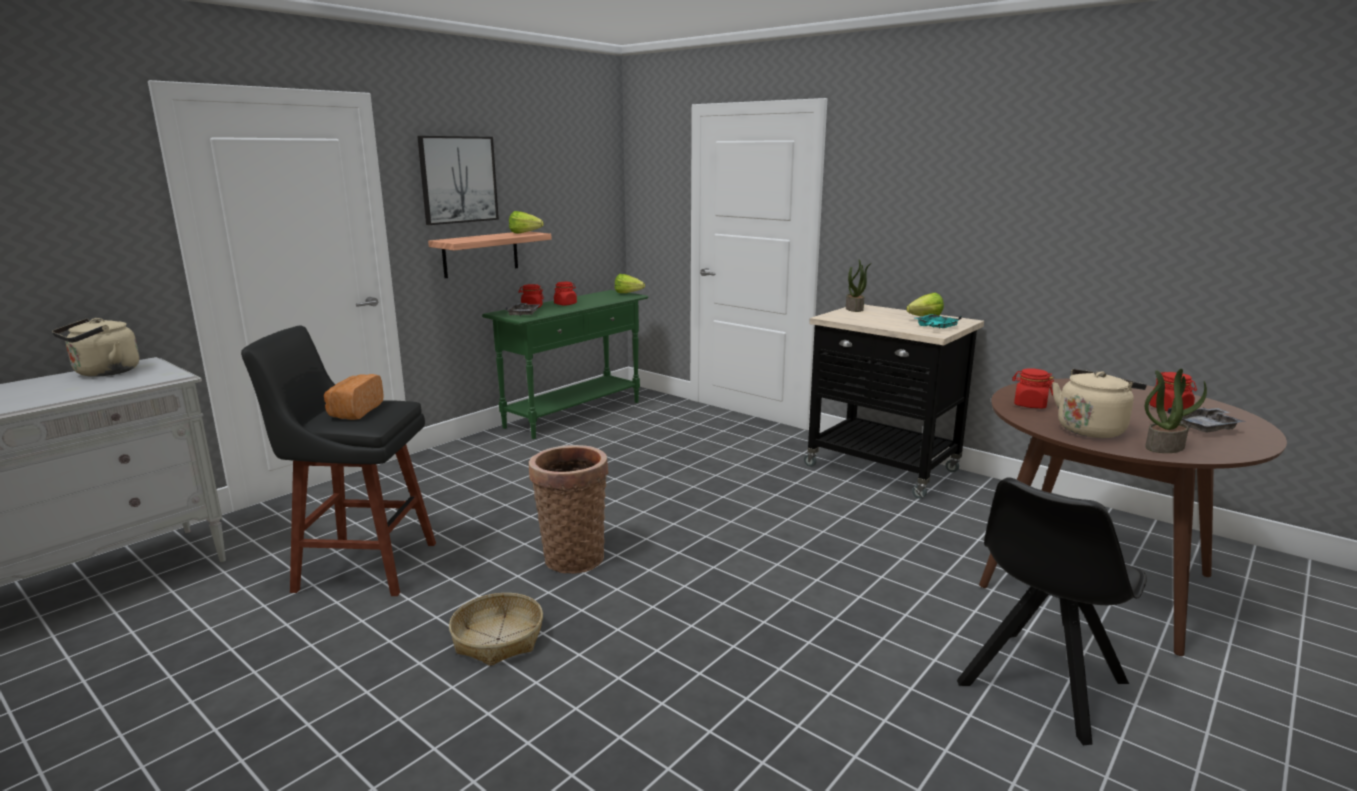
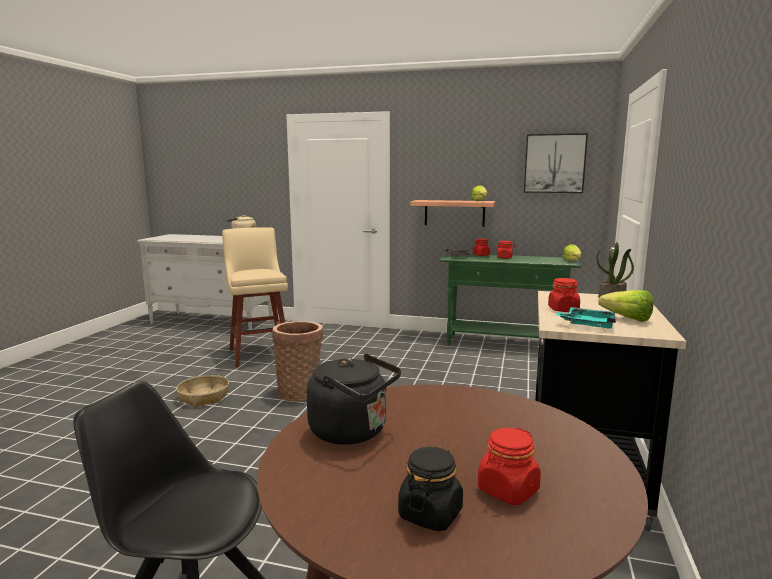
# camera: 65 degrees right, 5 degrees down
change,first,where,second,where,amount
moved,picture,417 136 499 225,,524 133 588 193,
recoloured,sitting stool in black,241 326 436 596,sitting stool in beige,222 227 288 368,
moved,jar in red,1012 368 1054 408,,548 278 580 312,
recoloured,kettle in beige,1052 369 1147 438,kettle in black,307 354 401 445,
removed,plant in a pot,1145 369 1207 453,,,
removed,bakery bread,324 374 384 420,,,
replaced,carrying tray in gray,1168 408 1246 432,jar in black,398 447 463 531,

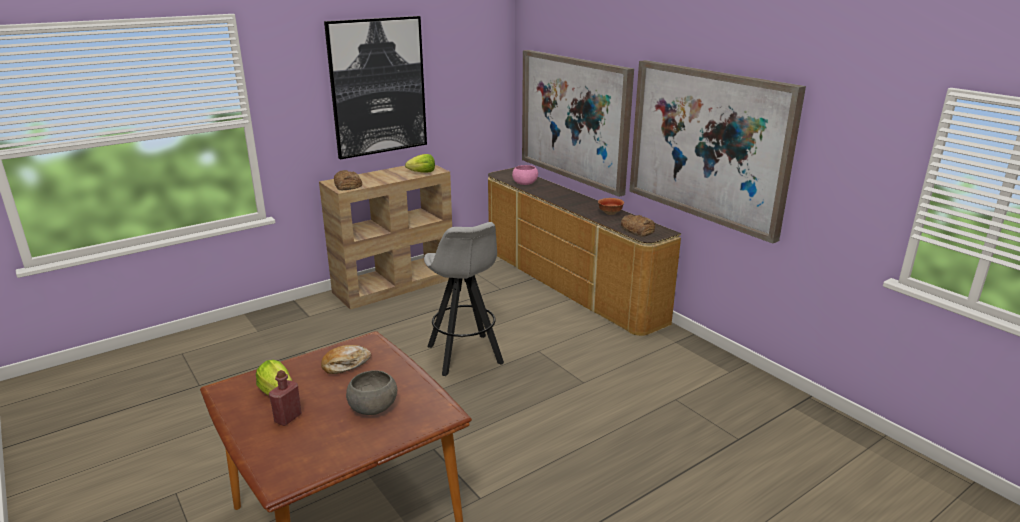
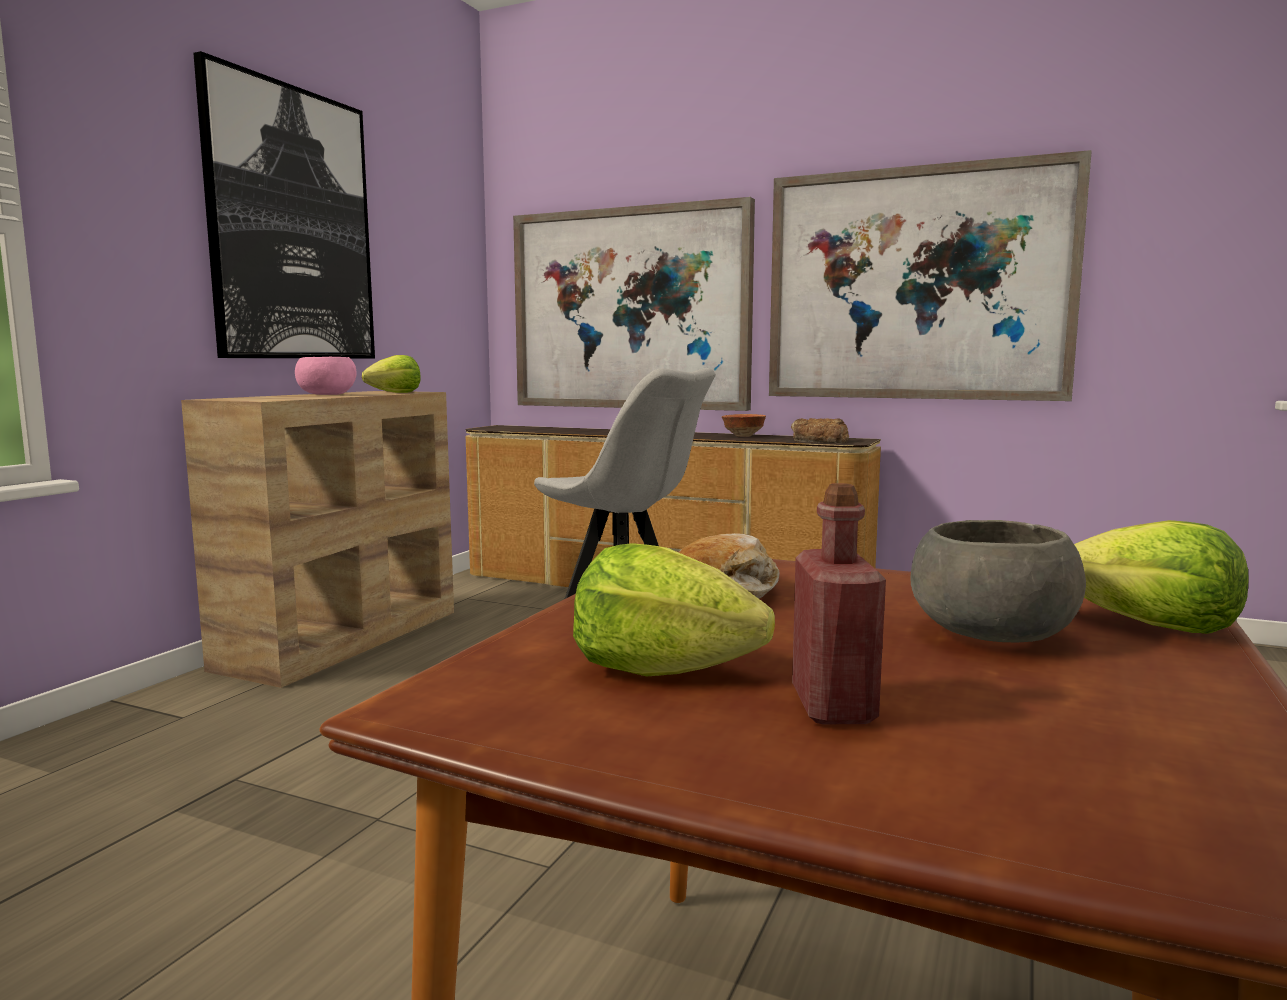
# camera: 30 degrees left, 15 degrees down
change,first,where,second,where,amount
moved,serving bowl in pink,512 165 538 185,,295 357 357 395,
removed,bakery bread,334 170 362 190,,,
added,,,lettuce head,1074 520 1249 634,

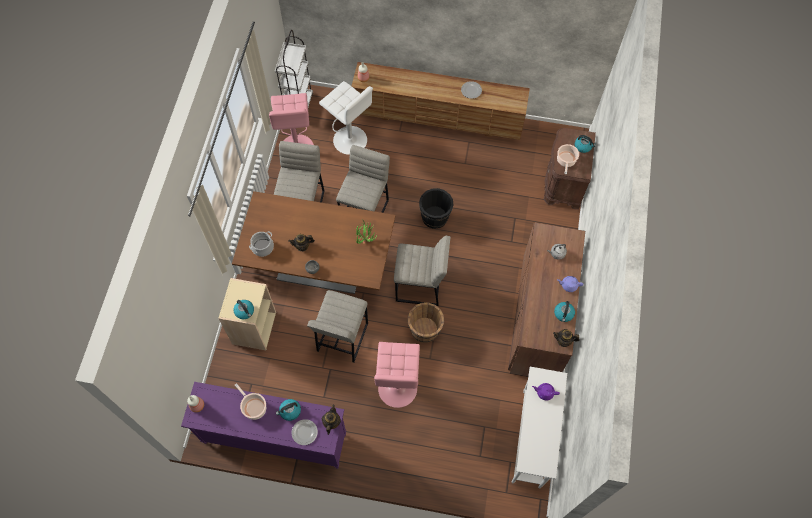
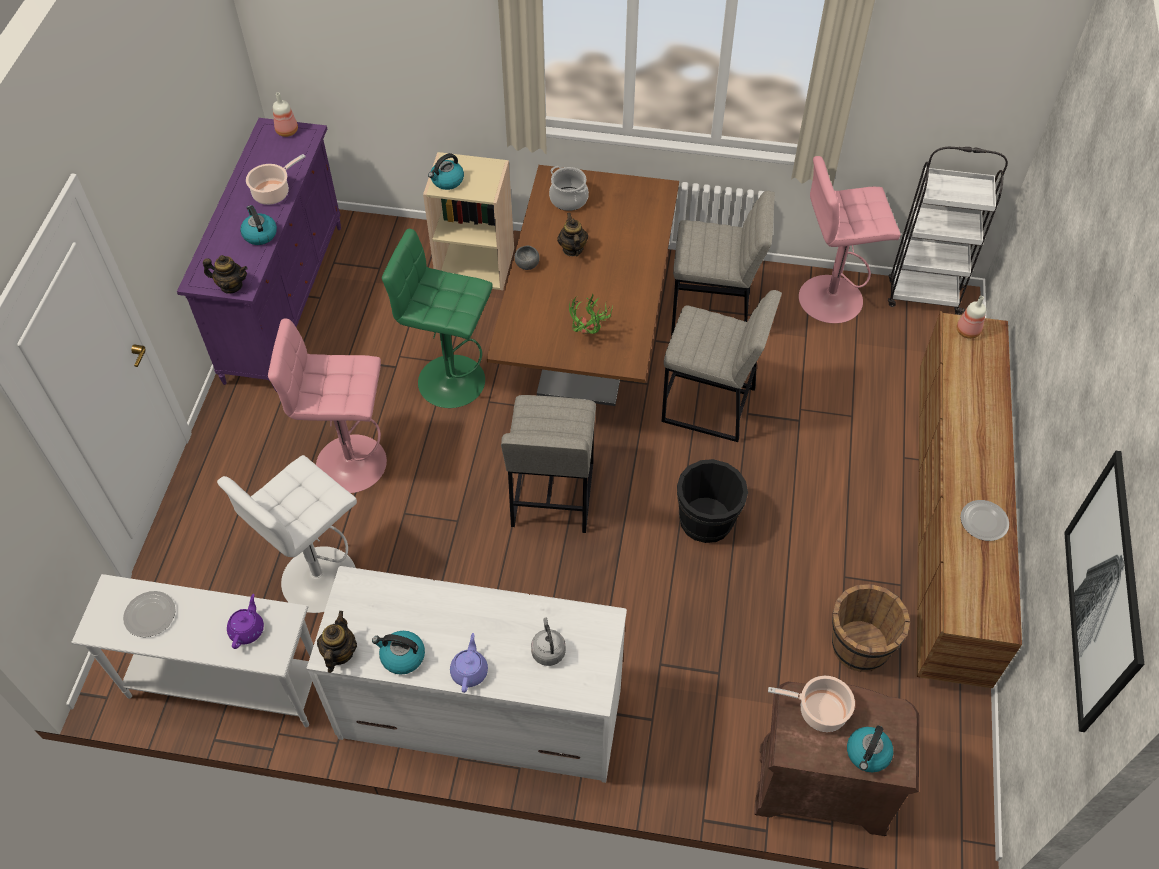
# camera: 90 degrees right, 10 degrees down
change,first,where,second,where,amount
moved,sitting stool in white,319 81 373 155,,217 455 357 613,
recoloured,dresser in brownish,508 223 585 376,dresser in white,306 566 627 783,
replaced,plain chair in gray,307 290 368 363,sitting stool in green,382 229 493 408,
moved,pail in brownish,408 302 444 343,,832 584 910 672,
moved,plate,292 419 318 445,,123 591 176 637,
added,,,picture,1064 451 1144 732,

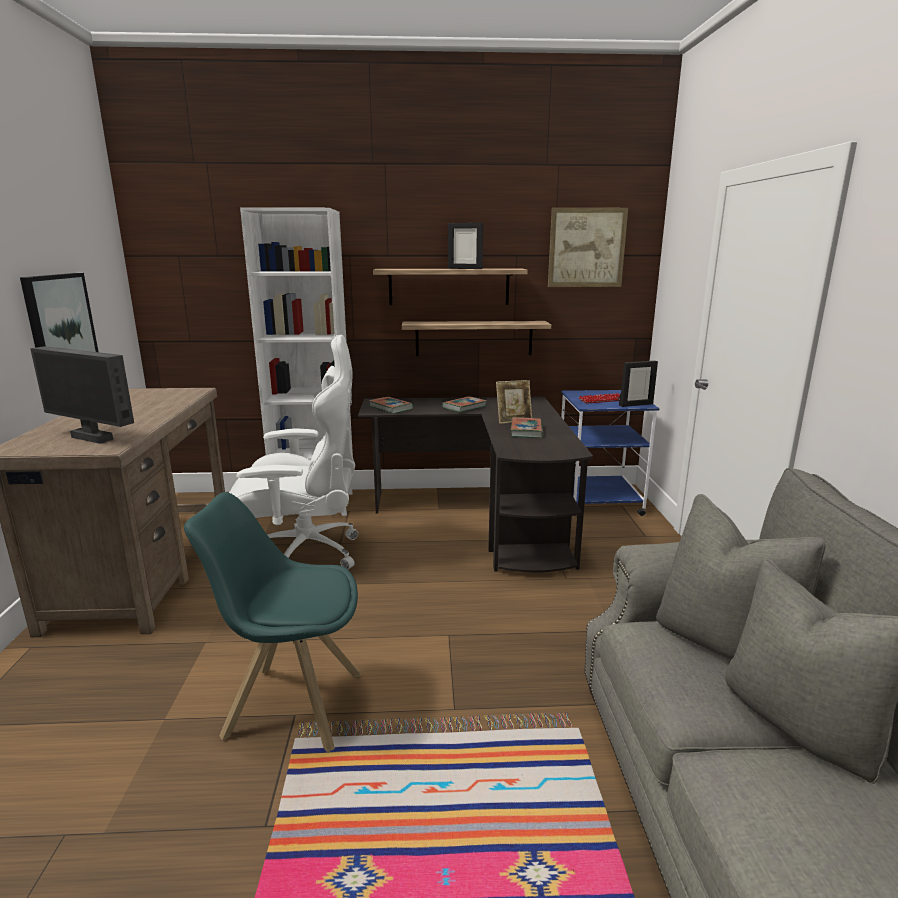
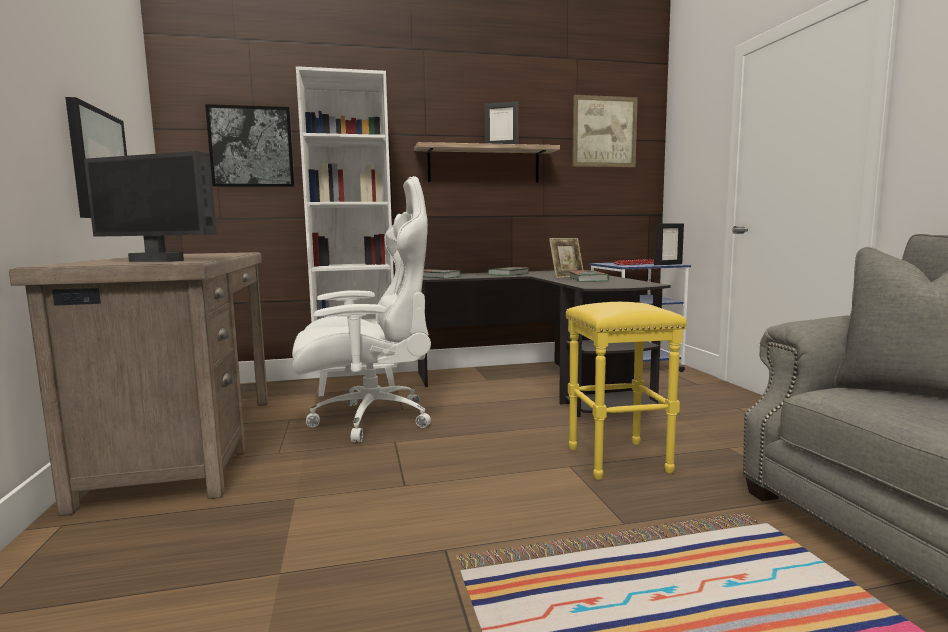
# camera: 10 degrees left, 10 degrees down
change,first,where,second,where,amount
removed,bracket shelf,402 321 551 356,,,
removed,plain chair in turquoise-coloured,184 492 362 753,,,
added,,,picture,205 104 295 187,
added,,,sitting stool in yellow,566 302 687 480,

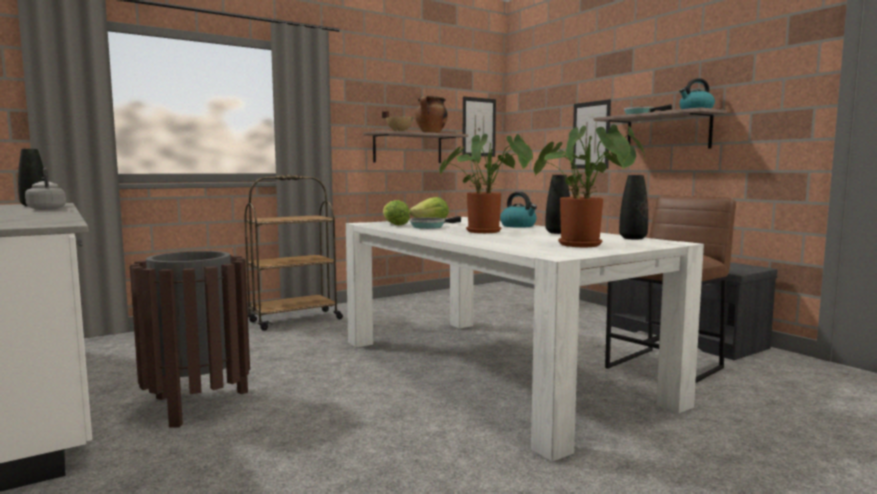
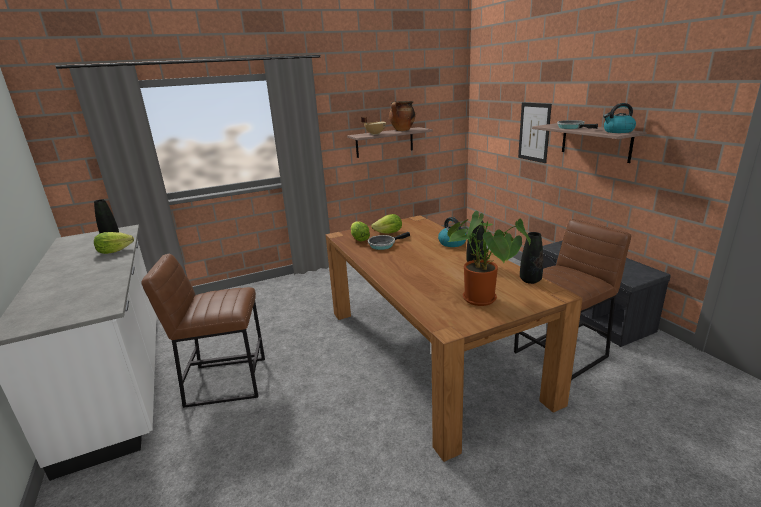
# camera: 10 degrees right, 15 degrees up
change,first,where,second,where,amount
removed,picture,462 96 496 157,,,
removed,plant in a pot,439 134 533 233,,,
replaced,kettle in gray,25 168 66 210,lettuce head,94 232 134 254,
removed,cart in brownish,245 175 343 331,,,
recoloured,kitchen table in white,346 217 704 462,kitchen table in brownish,325 215 583 462,
replaced,rubbish bin in brownish,130 251 250 427,plain chair in brownish,141 254 265 408,

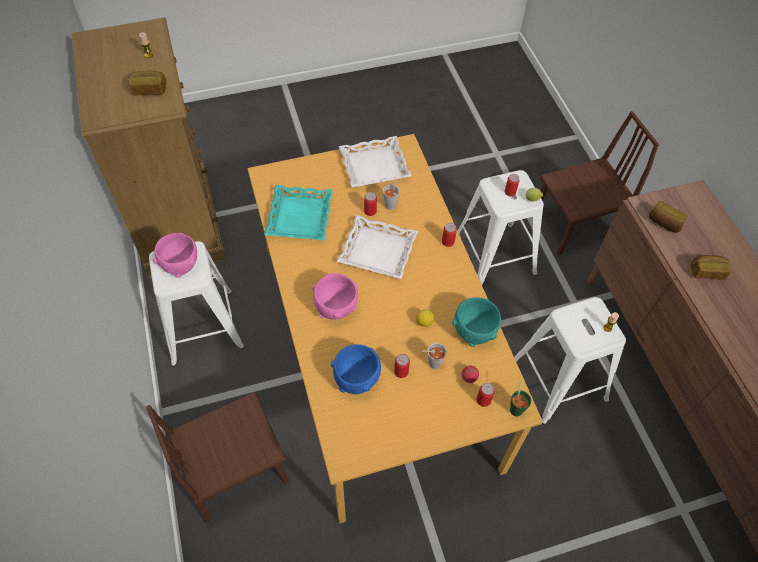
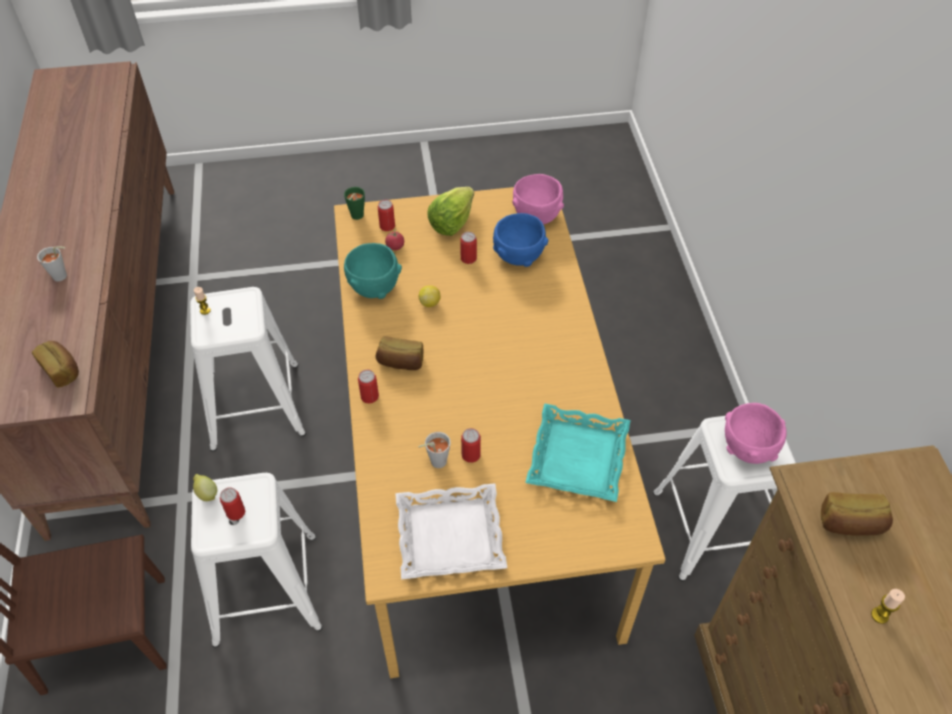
# camera: 170 degrees left, 5 degrees down
change,first,where,second,where,amount
removed,carrying tray in white,337 215 418 279,,,
moved,bakery bread,691 255 732 280,,376 336 423 370,
moved,serving bowl in pink,312 273 358 319,,512 174 564 225,
moved,drinking cup in gray,422 343 447 369,,37 246 67 282,
removed,plain chair in brownish,146 392 289 523,,,
added,,,lettuce head,427 187 474 236,

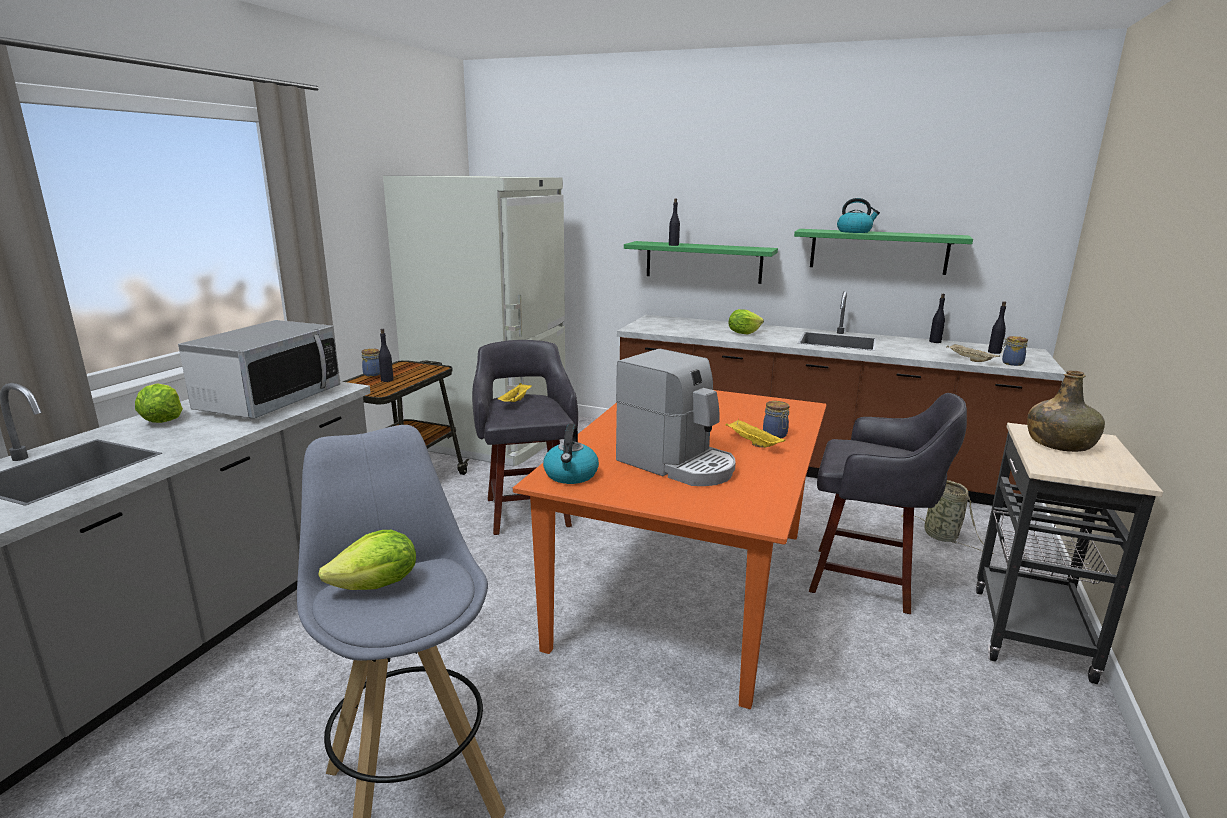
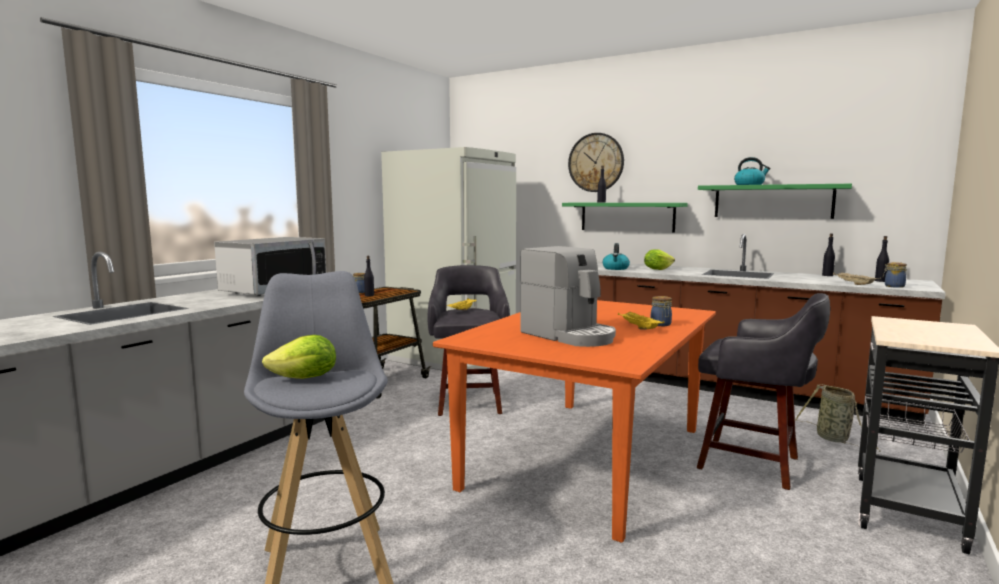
# camera: 10 degrees right, 10 degrees down
change,first,where,second,where,amount
removed,beverage bottle in green,1027 370 1105 452,,,
removed,lettuce head,135 383 183 423,,,
moved,kettle,543 424 599 484,,603 243 630 270,
added,,,hanging clock,568 133 624 192,

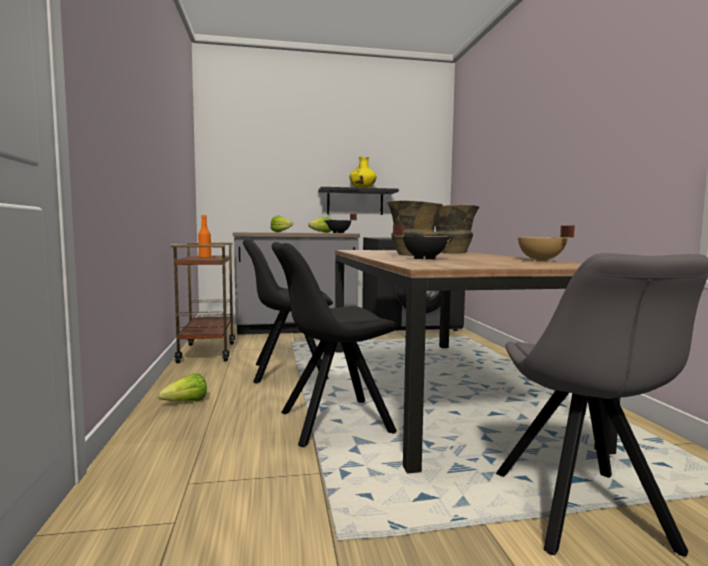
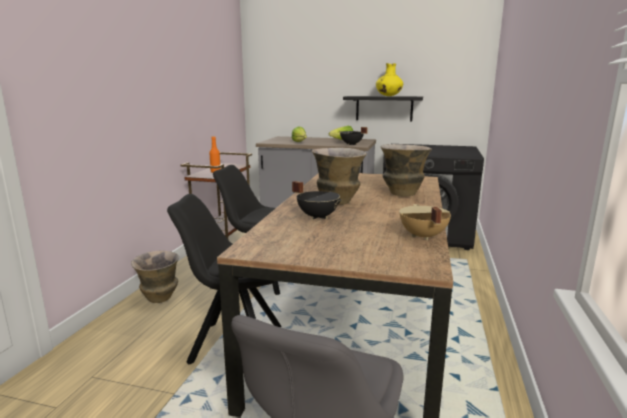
# camera: 25 degrees right, 10 degrees up
change,first,where,second,where,amount
replaced,lettuce head,158 373 207 401,decorative vase,131 251 179 303,

